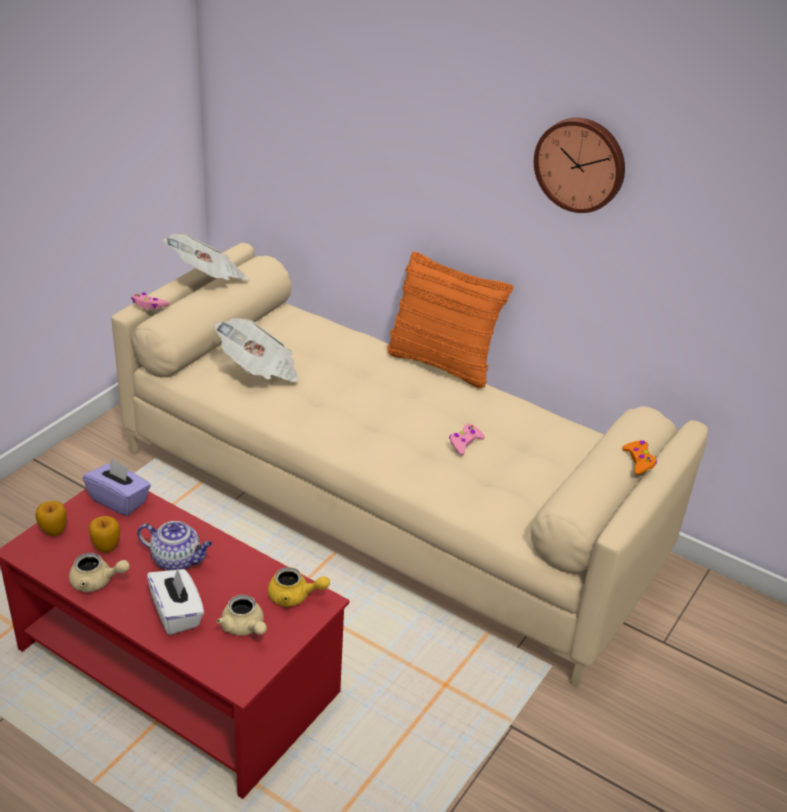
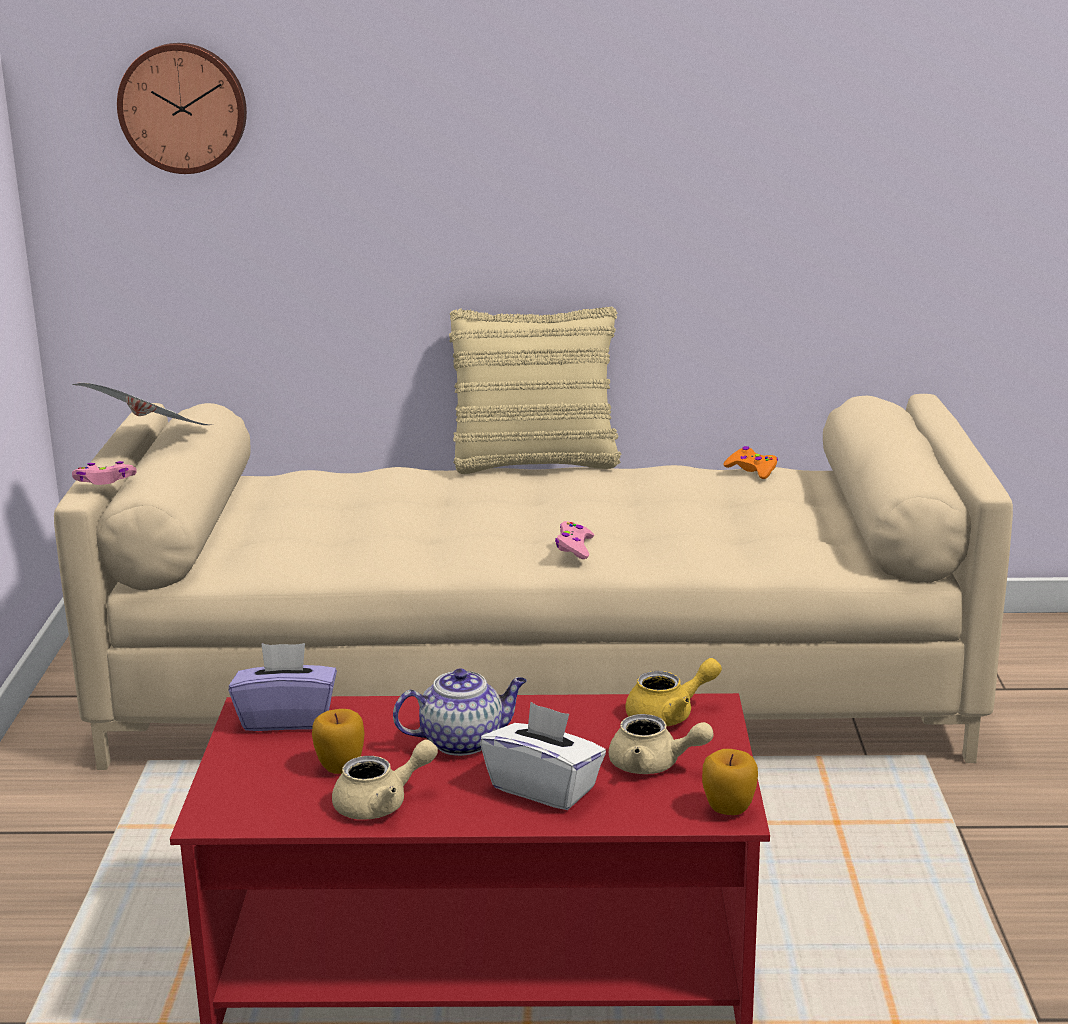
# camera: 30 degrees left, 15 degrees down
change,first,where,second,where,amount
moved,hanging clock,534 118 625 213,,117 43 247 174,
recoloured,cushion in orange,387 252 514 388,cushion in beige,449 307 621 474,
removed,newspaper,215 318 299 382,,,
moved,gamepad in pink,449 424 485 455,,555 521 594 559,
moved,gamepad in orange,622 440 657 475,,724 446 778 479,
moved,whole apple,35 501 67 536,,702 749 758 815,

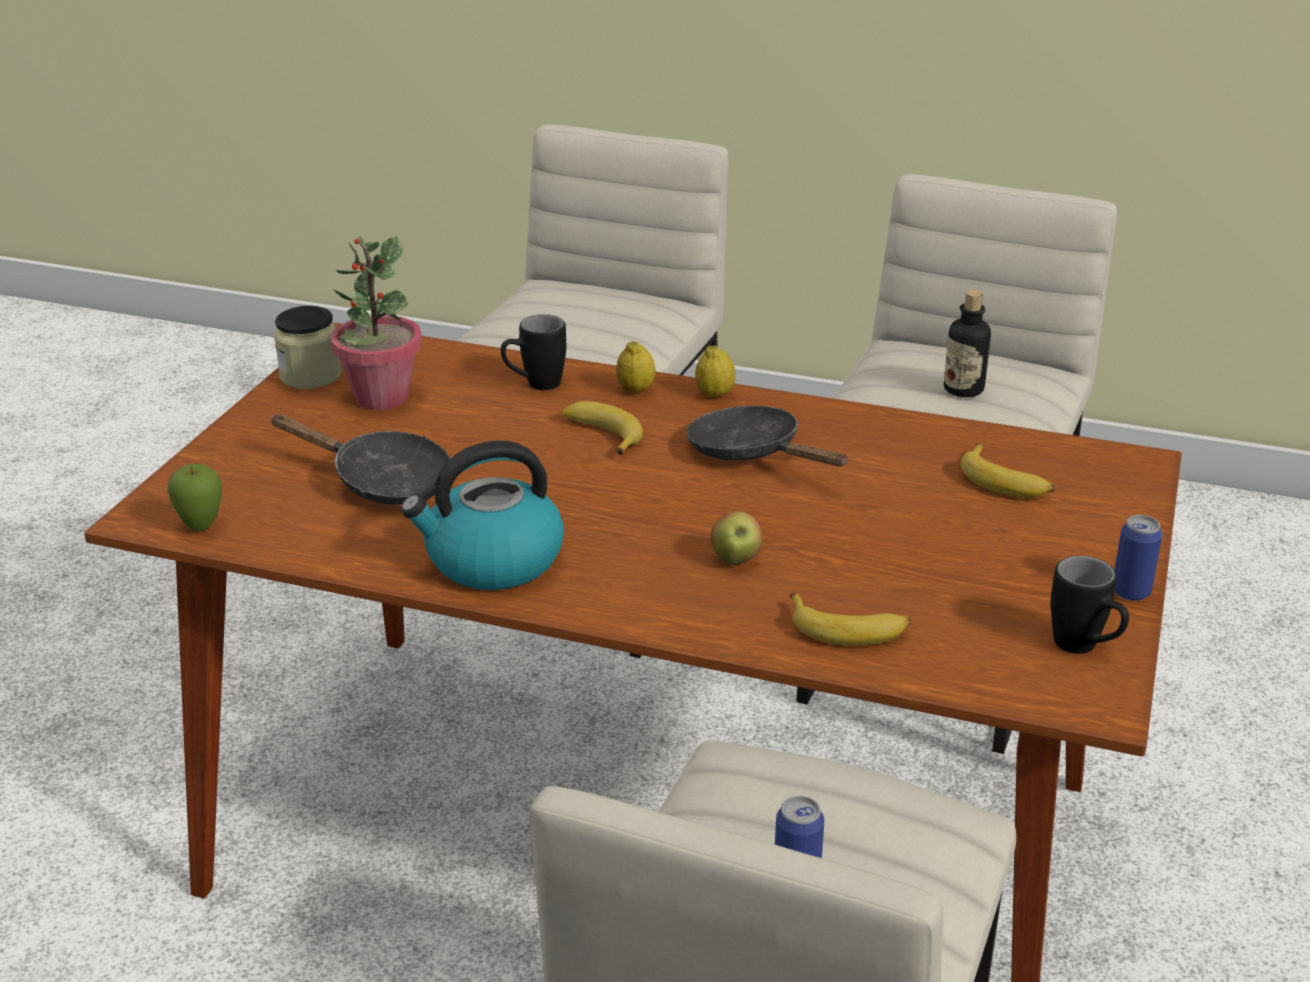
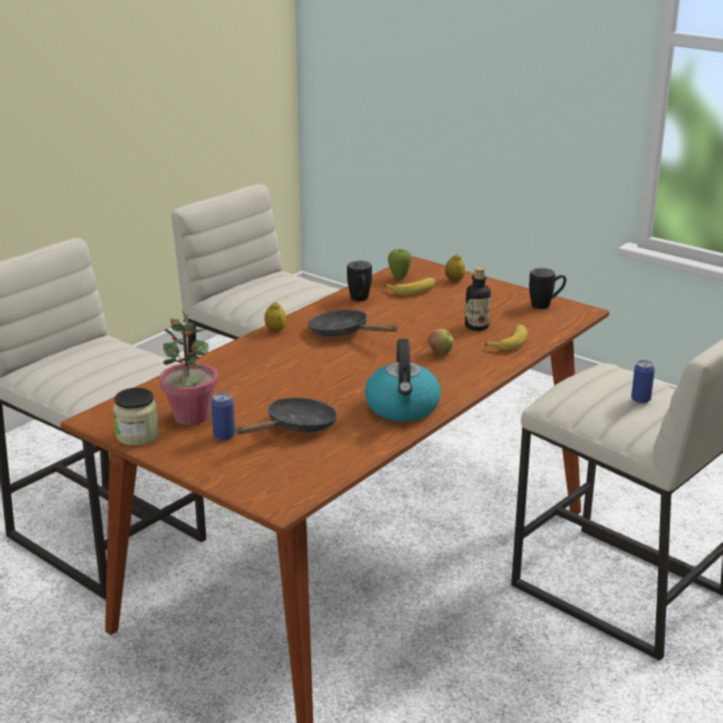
# camera: 70 degrees left, 5 degrees down
change,first,where,second,where,amount
moved,beverage bottle,944 289 991 397,,465 267 491 331,
moved,coffee mug in black,501 314 566 390,,347 261 372 301,
moved,citrus fruit,616 341 655 392,,445 254 465 282,
removed,whole banana,562 401 643 455,,,
turned,frying pan in black,686 406 848 467,,308 310 398 336,60 degrees clockwise
moved,whole apple,167 464 222 532,,388 249 412 280,
moved,can,1114 515 1163 601,,211 392 235 441,

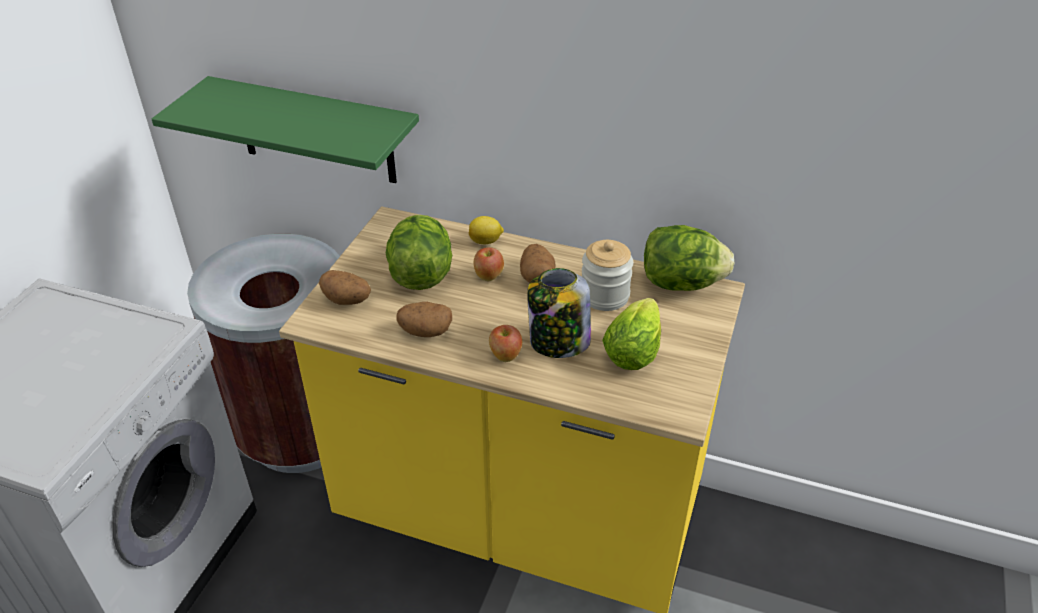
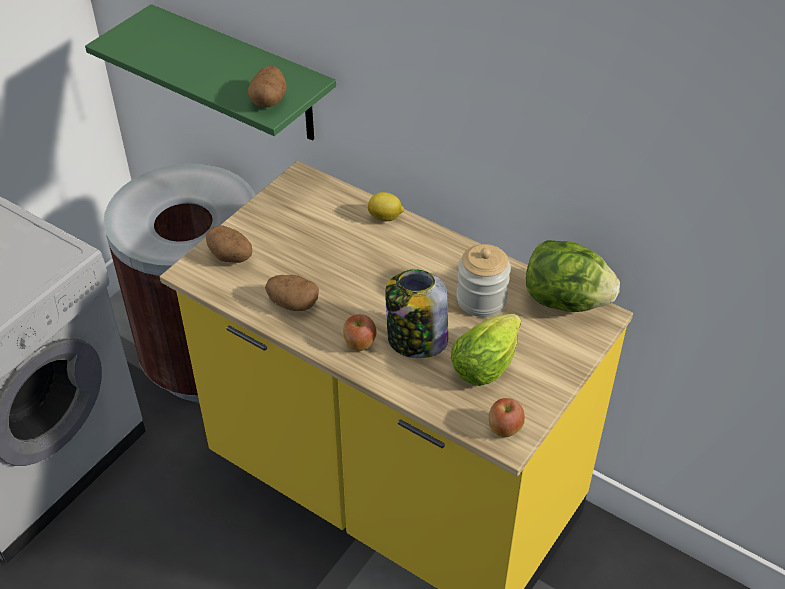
# camera: 15 degrees right, 5 degrees up
change,first,where,second,where,amount
removed,lettuce head,386 215 452 290,,,
moved,potato,520 244 555 283,,248 66 287 107,
moved,whole apple,474 247 504 281,,489 398 525 437,

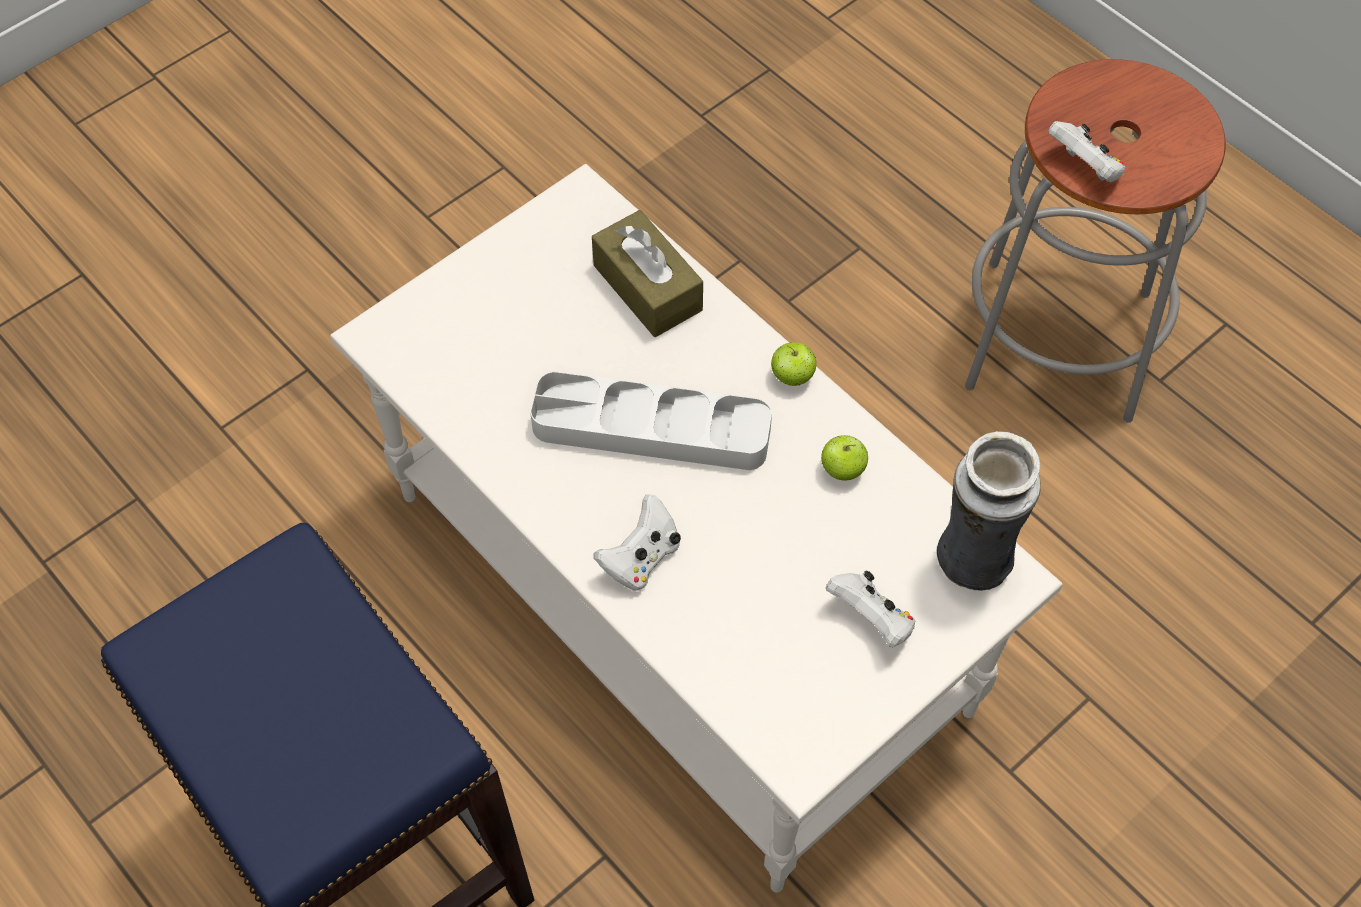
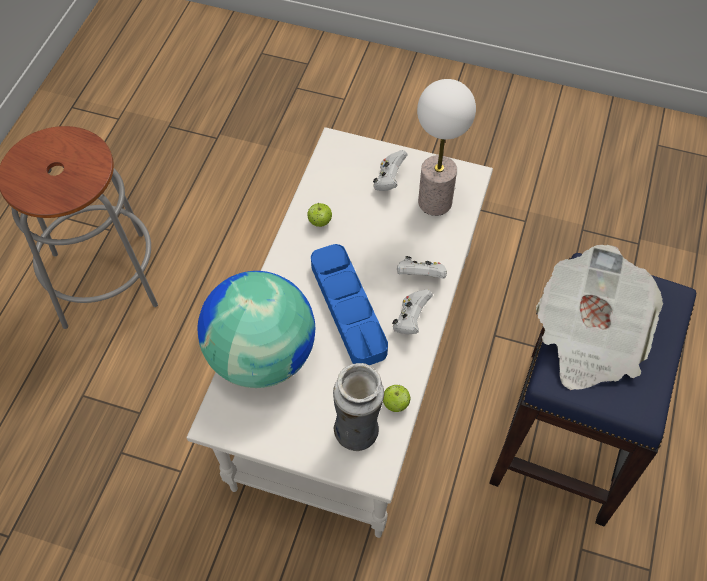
# camera: 120 degrees left, 0 degrees up
change,first,where,second,where,amount
moved,gamepad in white,1048 121 1125 182,,392 289 433 335,
replaced,tissue box in brownish,592 210 703 337,globe,197 271 315 388,
moved,whole apple,771 342 817 386,,383 385 410 412,
recoloured,carrying tray in gray,530 371 772 470,carrying tray in blue-coloured,311 244 388 365,
moved,decorative vase,937 431 1041 591,,333 363 384 451,
added,,,tabletop lamp,417 79 476 216,
added,,,newspaper,536 245 663 390,

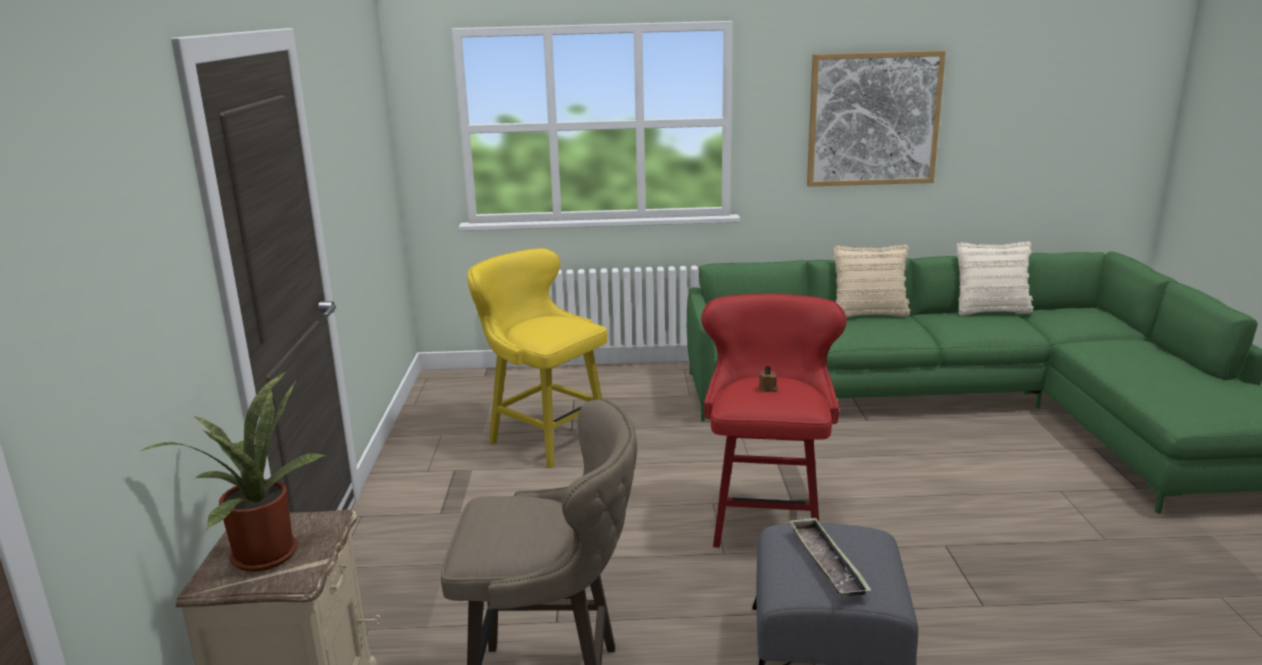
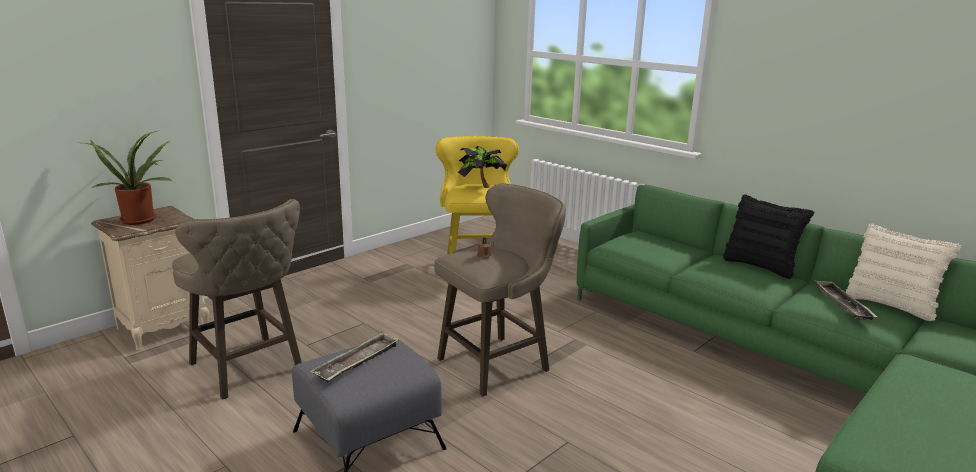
# camera: 45 degrees right, 0 degrees up
change,first,where,second,where,amount
removed,picture,807 51 946 187,,,
recoloured,cushion in beige,833 244 911 318,cushion in black,723 194 814 279,
recoloured,sitting stool in red,701 293 847 548,sitting stool in beige,434 183 566 396,
added,,,plant in a pot,458 146 507 188,
added,,,carrying tray,815 280 878 320,

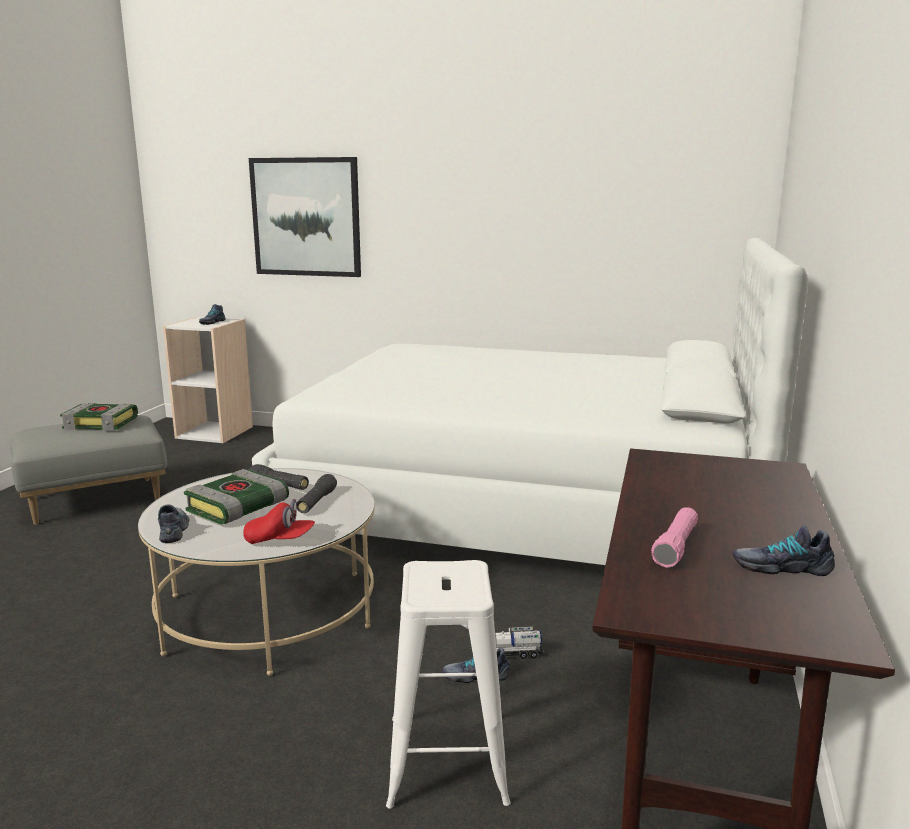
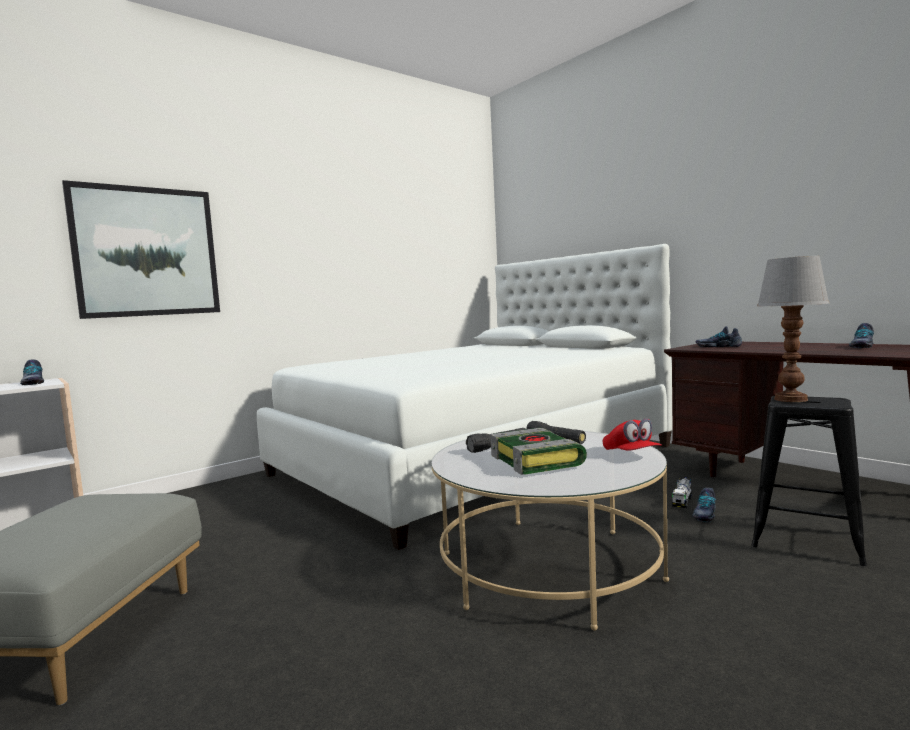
# camera: 55 degrees left, 10 degrees down
change,first,where,second,where,amount
removed,book,60 403 138 431,,,
turned,cap in red,243 499 315 544,,603 419 662 451,120 degrees clockwise
moved,low shoe,158 505 190 543,,696 326 742 347,
removed,flashlight in pink,651 507 698 568,,,
recoloured,sitting stool in white,386 560 510 809,sitting stool in black,751 396 867 566,
added,,,tabletop lamp,757 256 829 402,

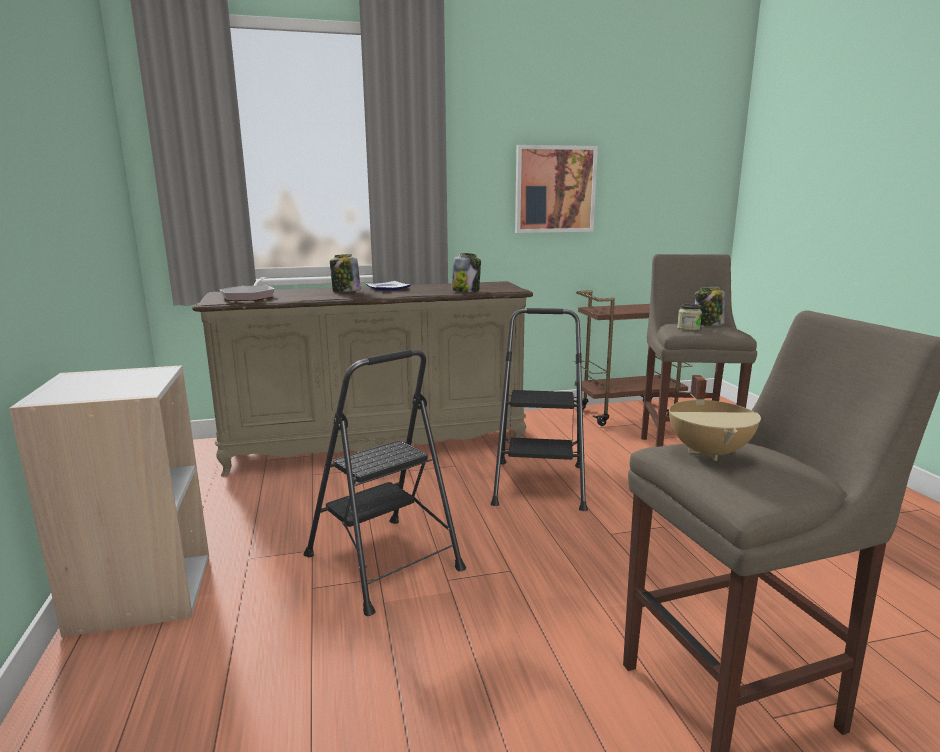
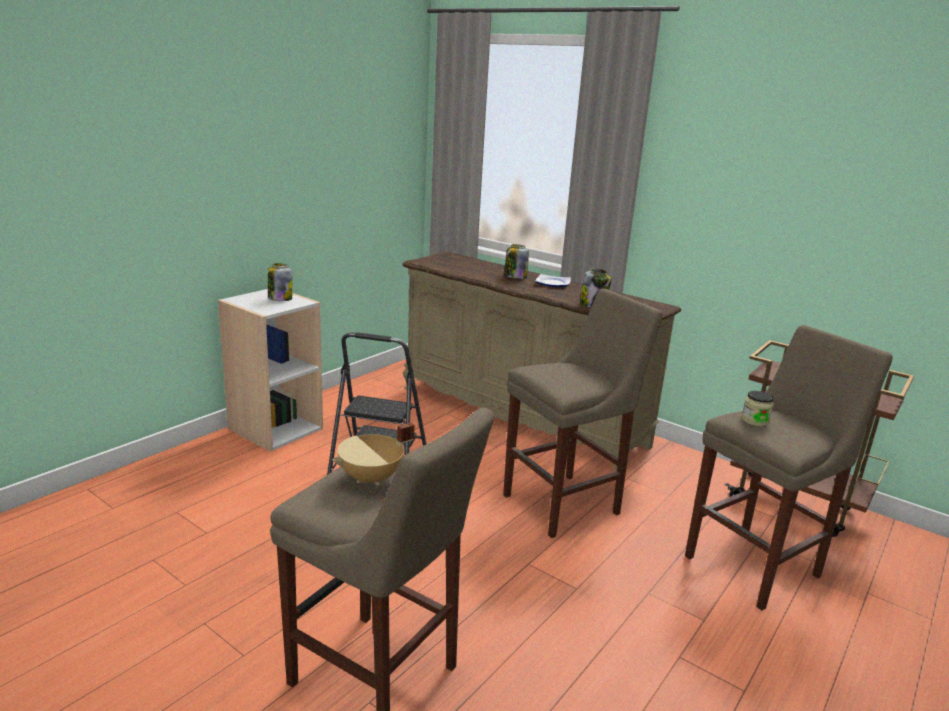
# camera: 50 degrees right, 5 degrees up
change,first,where,second,where,amount
removed,picture,515 145 598 233,,,
removed,frying pan,220 277 275 301,,,
moved,jar,694 287 725 326,,268 263 292 301,
replaced,step ladder in black,491 308 588 511,sitting stool in beige,503 288 663 538,

